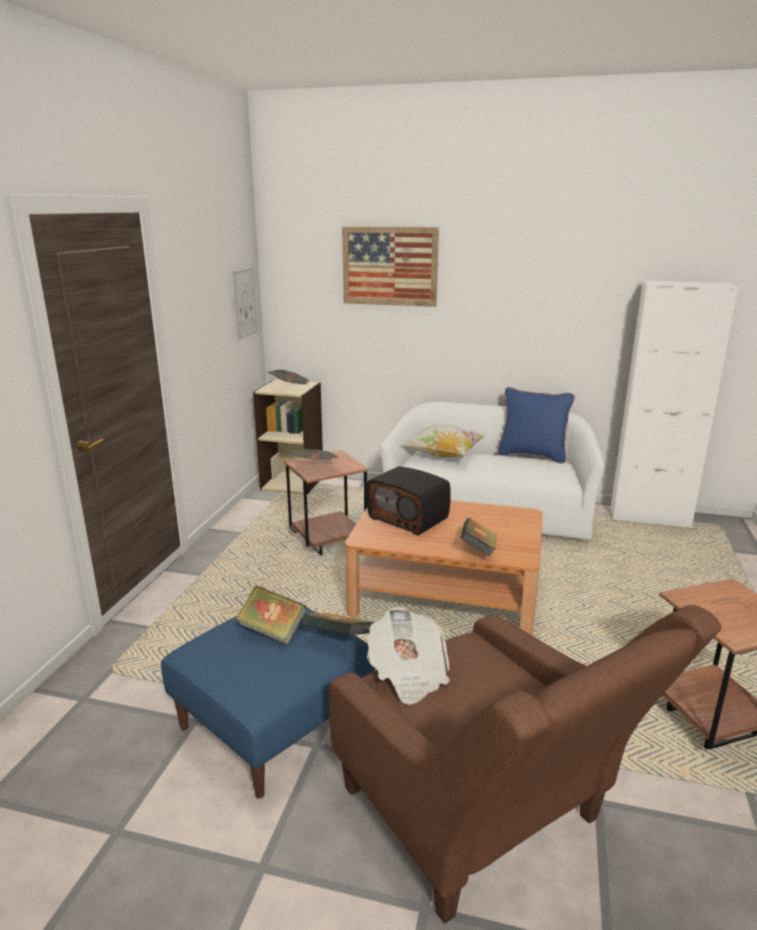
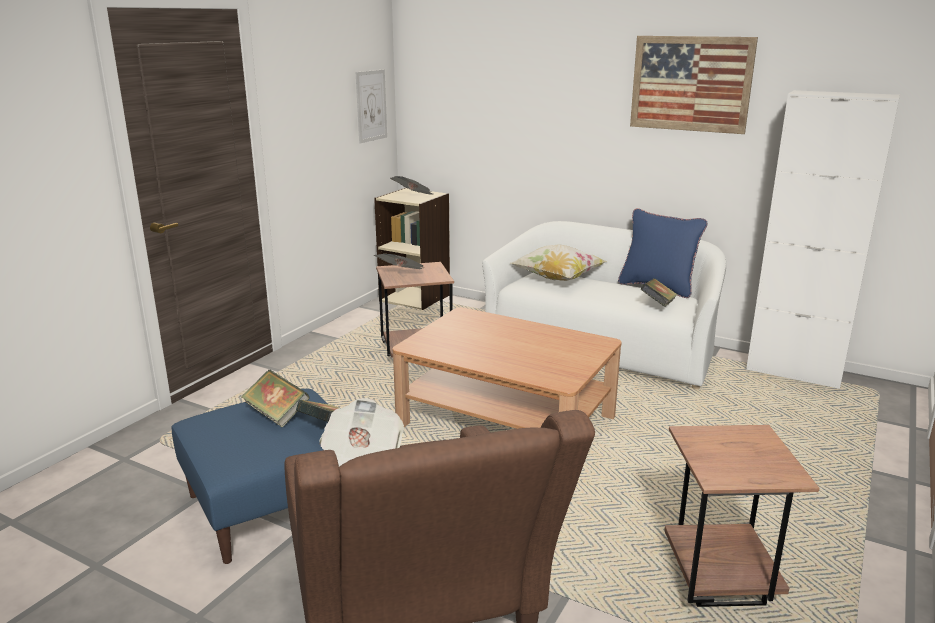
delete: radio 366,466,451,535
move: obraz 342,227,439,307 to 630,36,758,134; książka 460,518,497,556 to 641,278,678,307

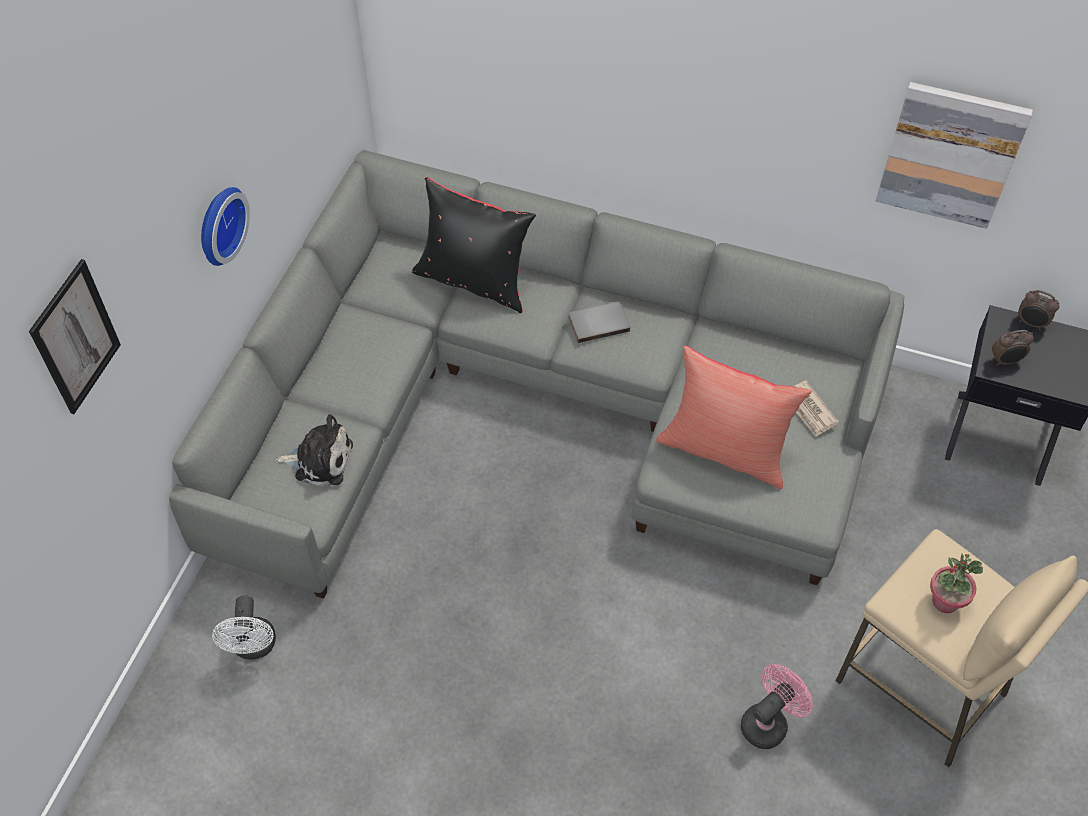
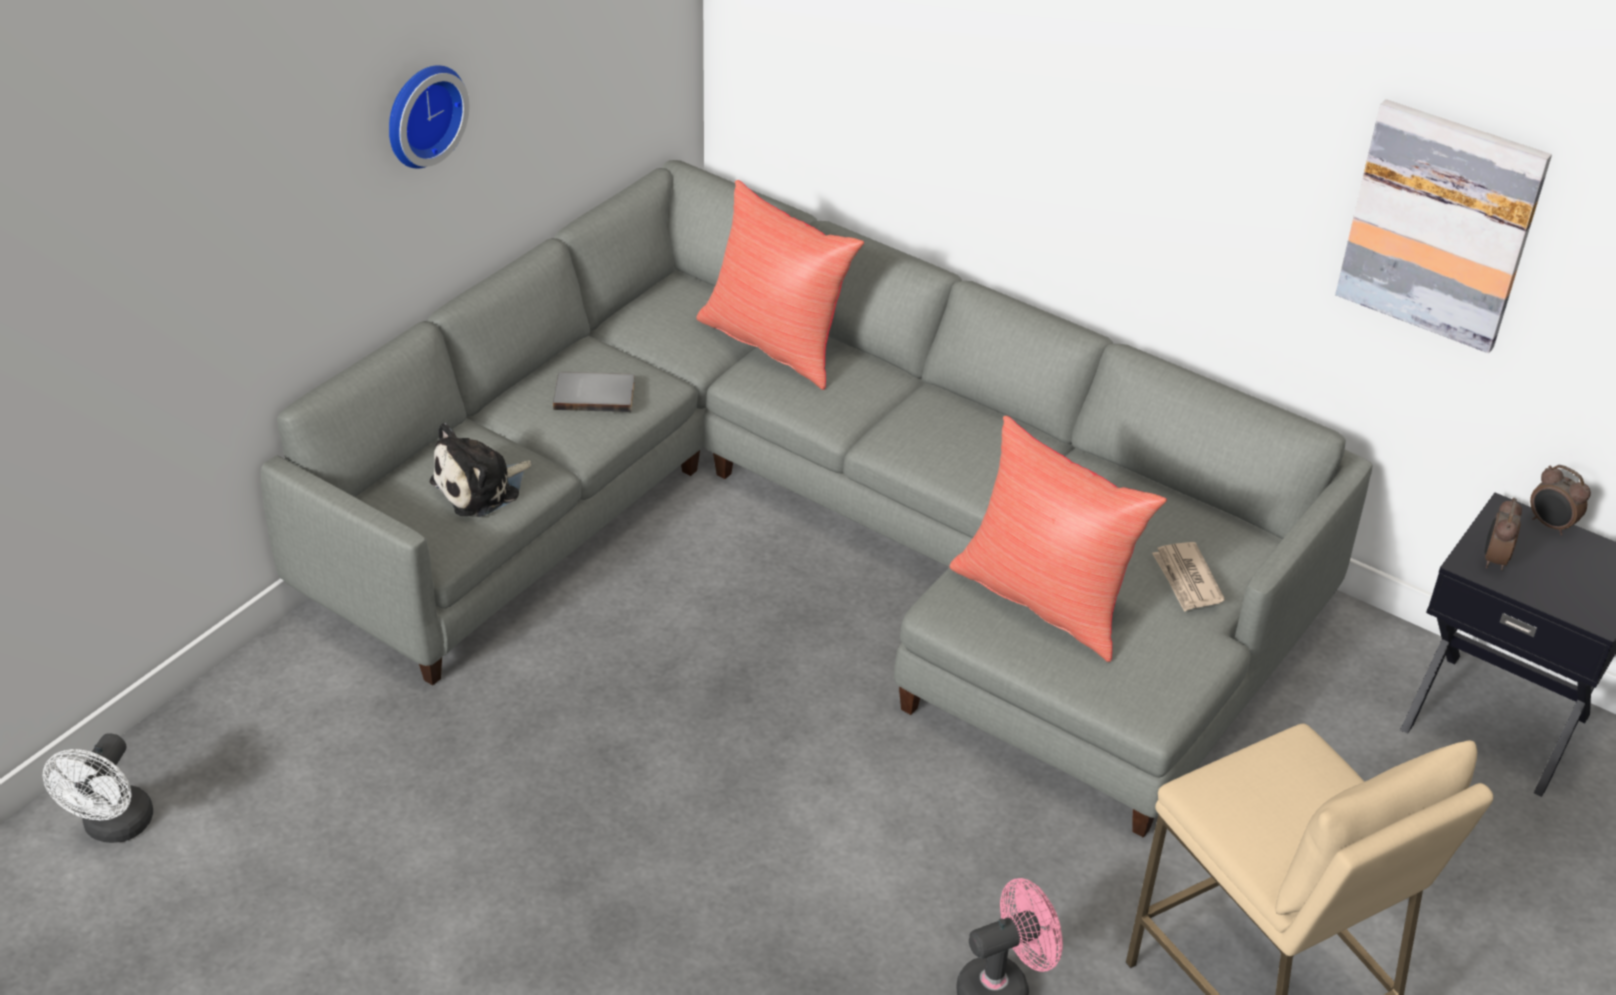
delete: obraz 29,259,121,414; roślina doniczkowa 930,554,983,613
move: wentylator (biały) 212,595,276,660 to 43,733,153,843; książka (szary) 568,301,630,343 to 553,372,635,412
recolor: poduszka (czarny) 412,177,536,313 to poduszka (czerwony) 696,180,864,390
rotate: pluszak 276,414,353,486 = 430,423,532,517 120 degrees clockwise; budzik 992,330,1034,366 = 1485,498,1522,570 105 degrees clockwise

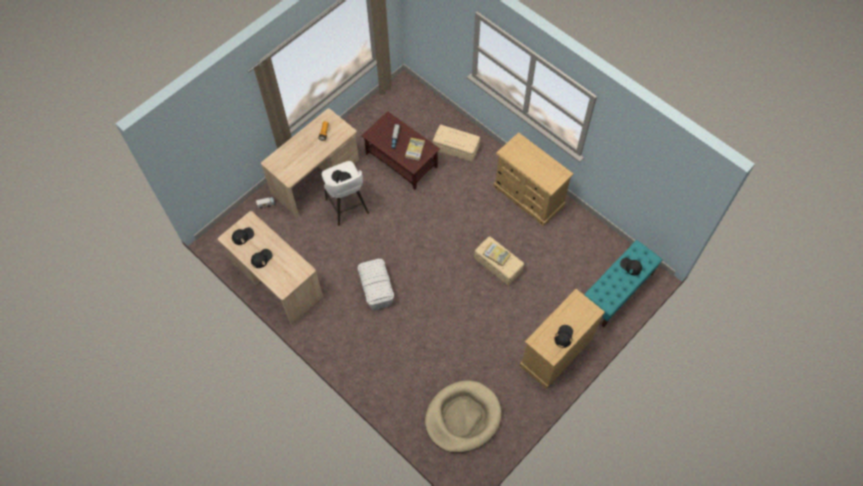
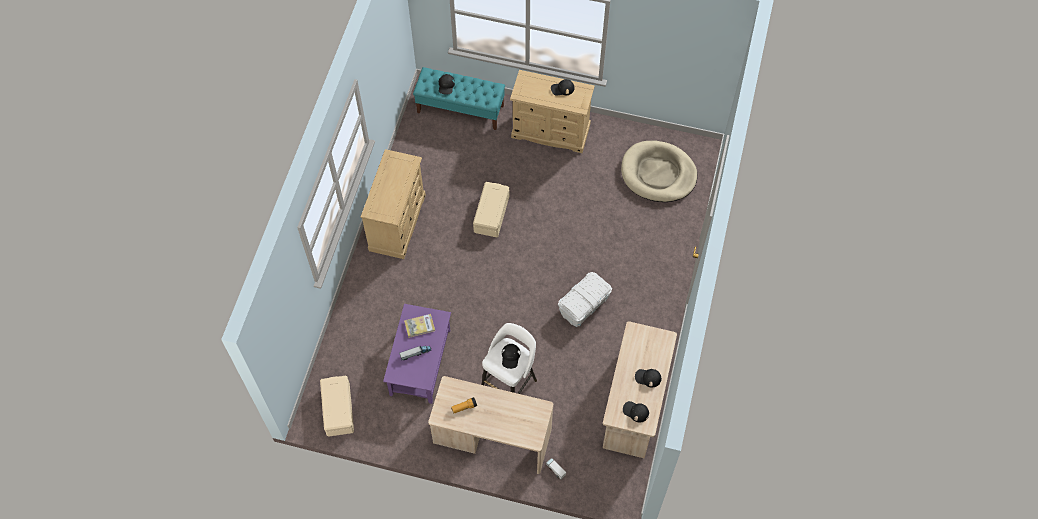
delete: książka 483,242,511,267
move: pojemnik do przechowywania (beżowy) 433,125,480,162 to 320,376,354,437
recolor: ława (brązowy) 361,111,440,190 to ława (fioletowy) 383,304,451,404

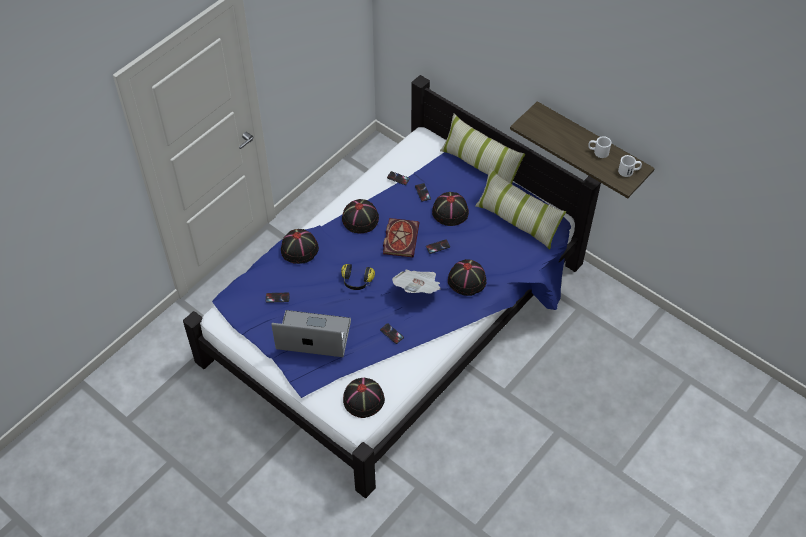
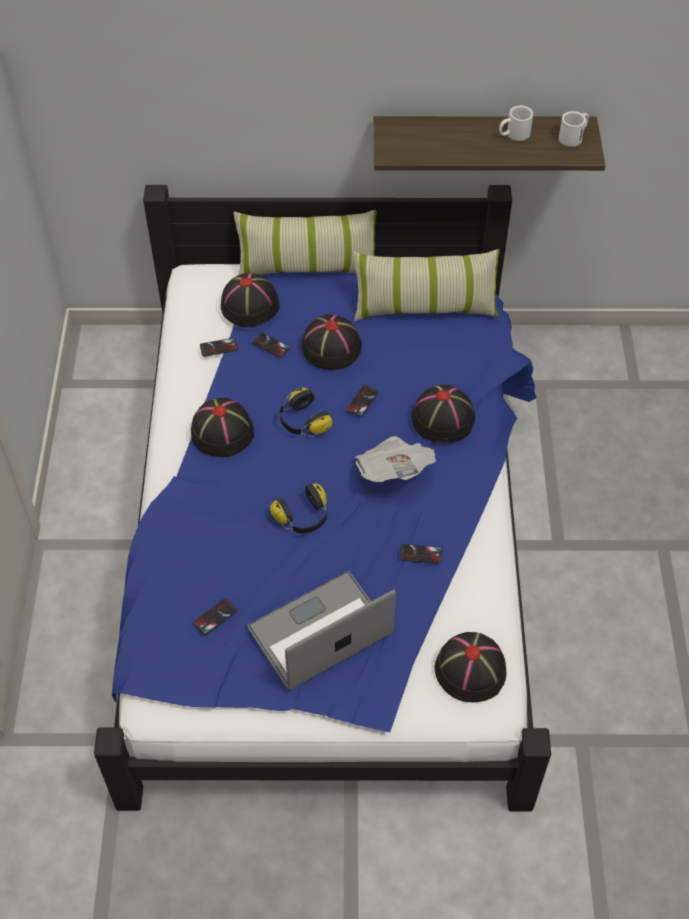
move: kapelusz (czarny) 281,229,319,264 to 221,273,280,327
replace: książka 383,218,420,257 to słuchawki 280,387,332,437

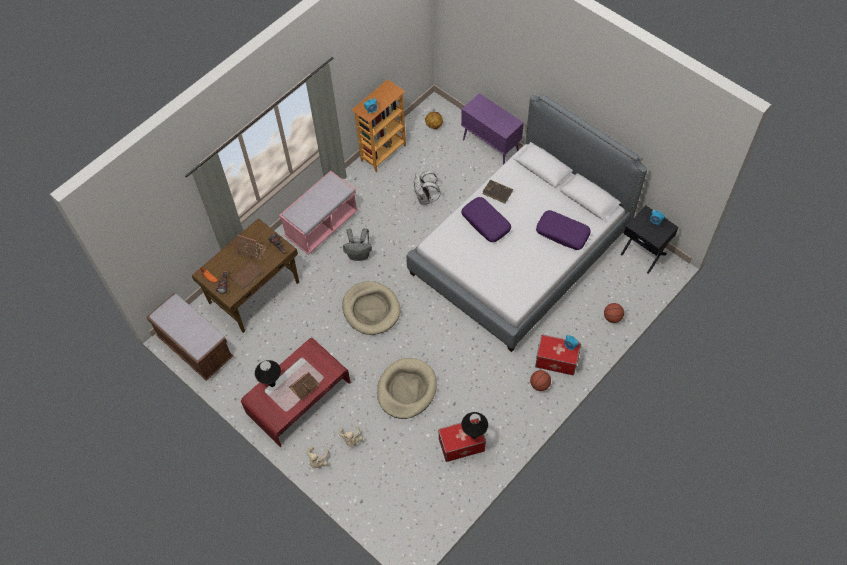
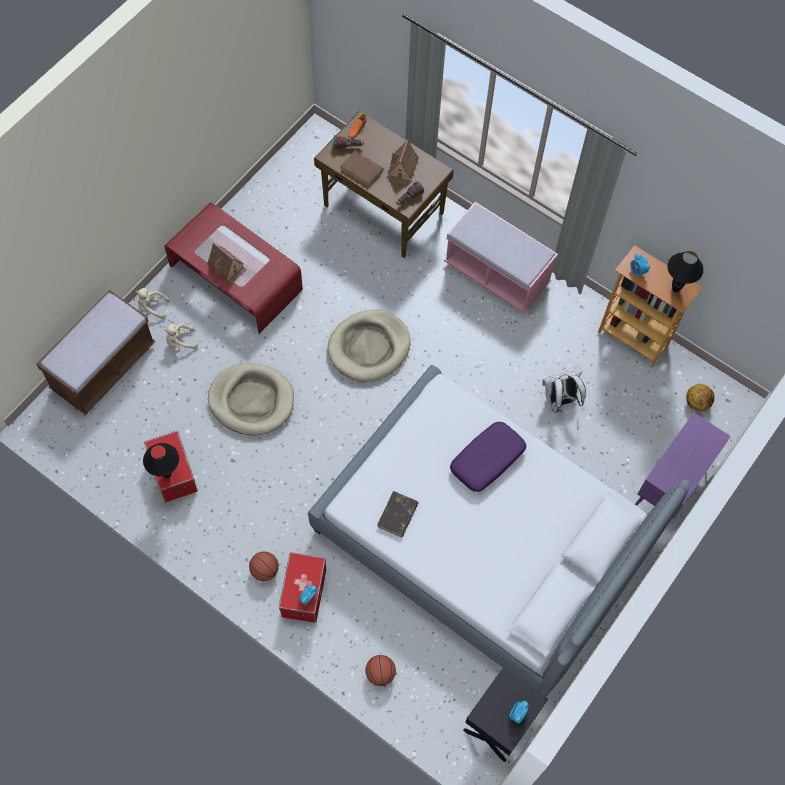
delete: plecak (szary) 343,229,372,261; poduszka (fioletowy) 536,210,591,250
move: ławka (brązowy) 146,293,233,381 to 36,290,155,415; książka (brązowy) 483,180,513,204 to 377,491,419,537; lampa stołowa (czarny) 255,360,281,387 to 667,251,704,292

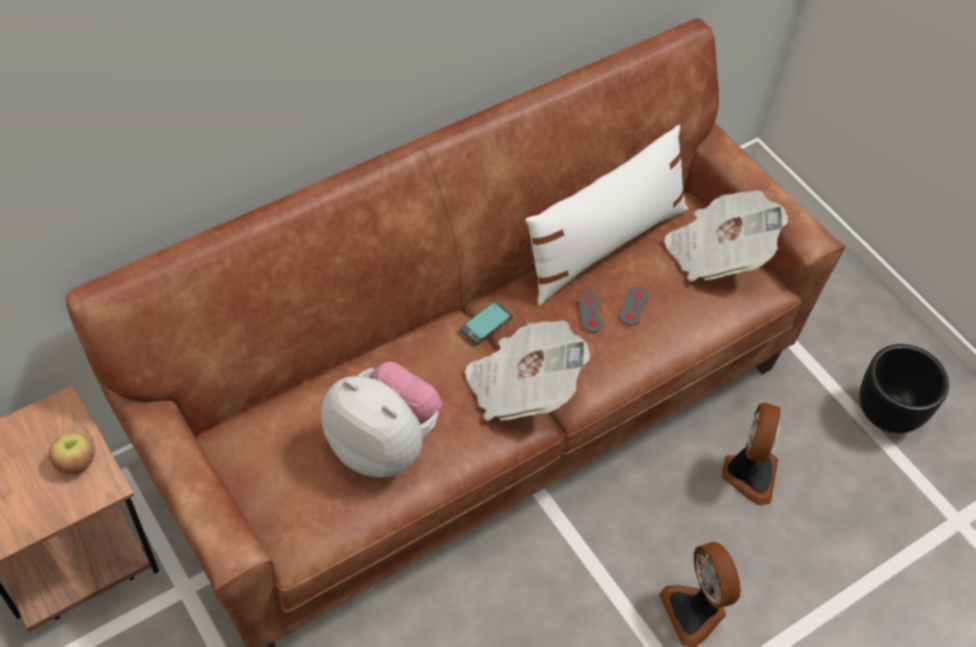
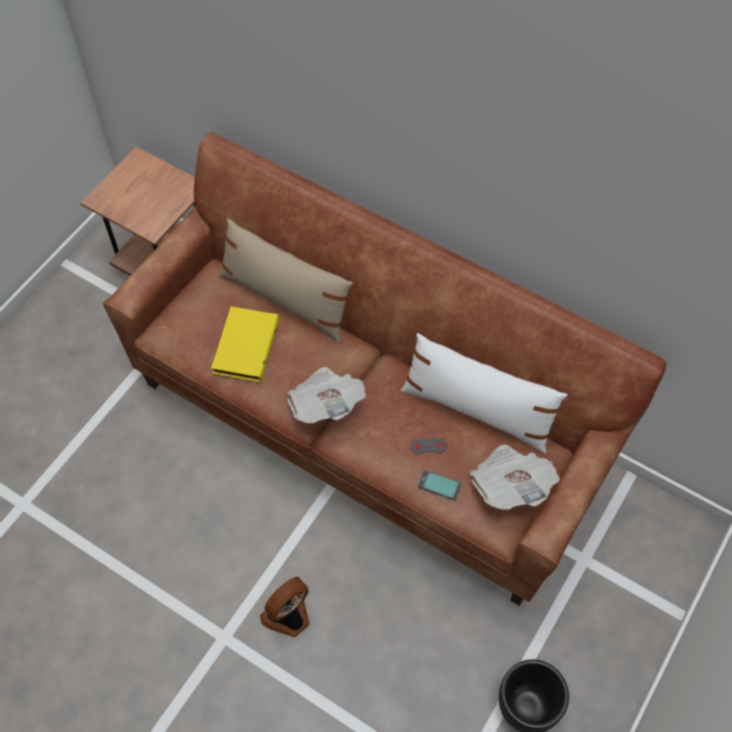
delete: jabłko 49,432,94,475; pad do gier (szary) 579,292,603,332; wentylator 722,403,780,506
insert: poduszka (beżowy) 218,218,353,342
move: telefon 460,301,513,344 to 418,470,462,500
replace: pluszak 321,362,442,478 to książka (żółty) 211,306,279,383

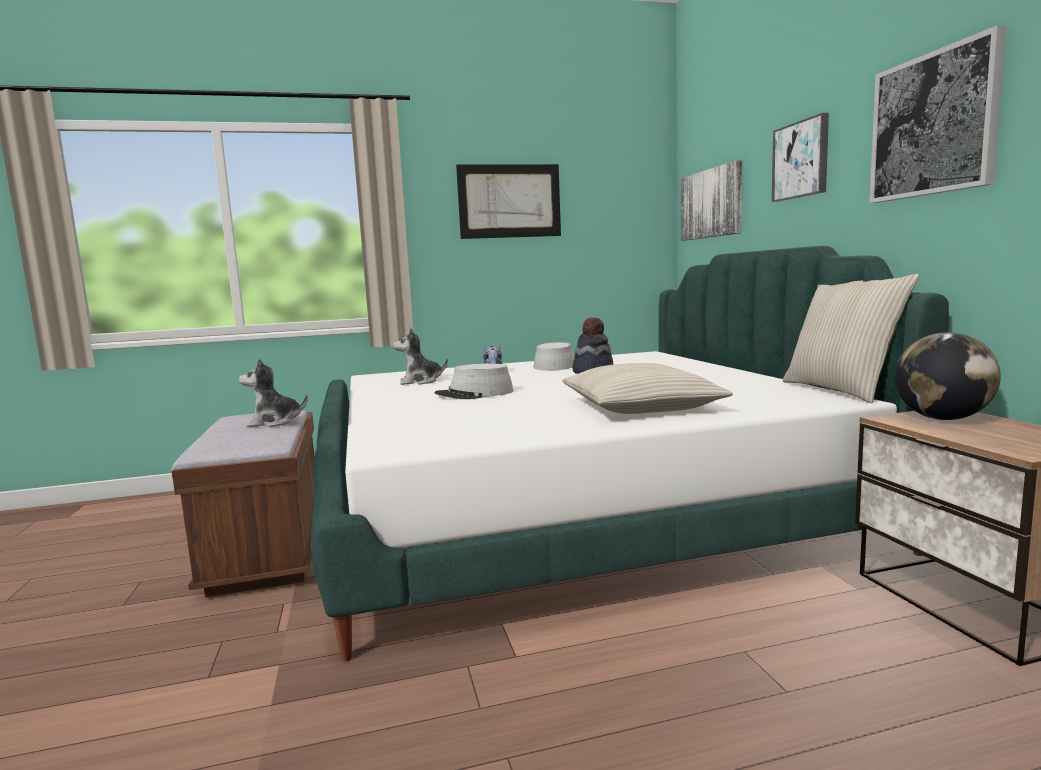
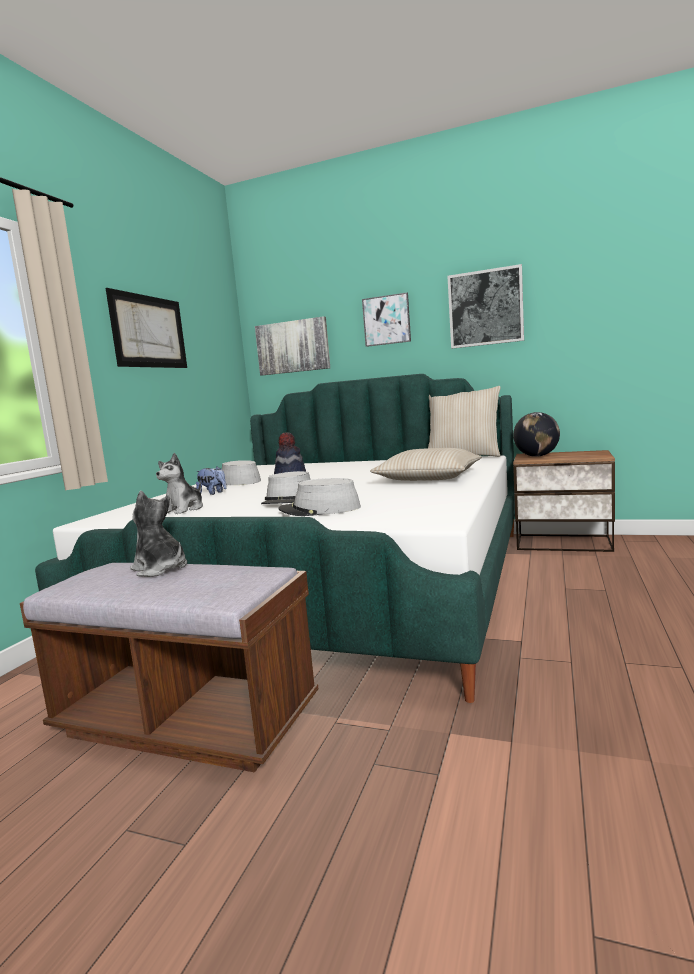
insert: kapelusz (szary) 279,478,361,516
rotate: pluszak 239,358,308,427 = 130,491,187,577 105 degrees clockwise

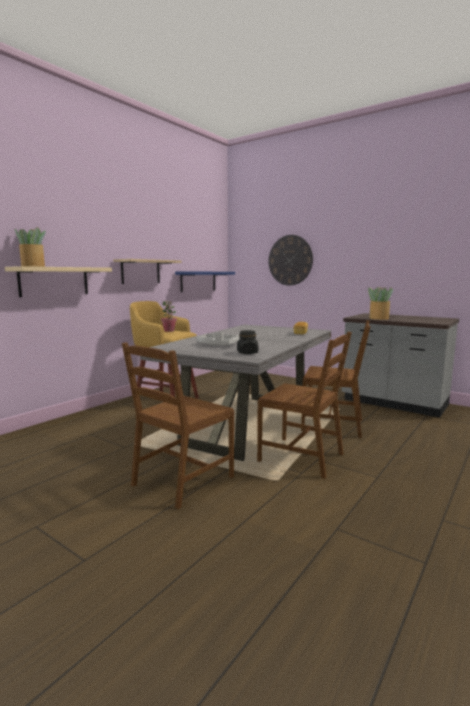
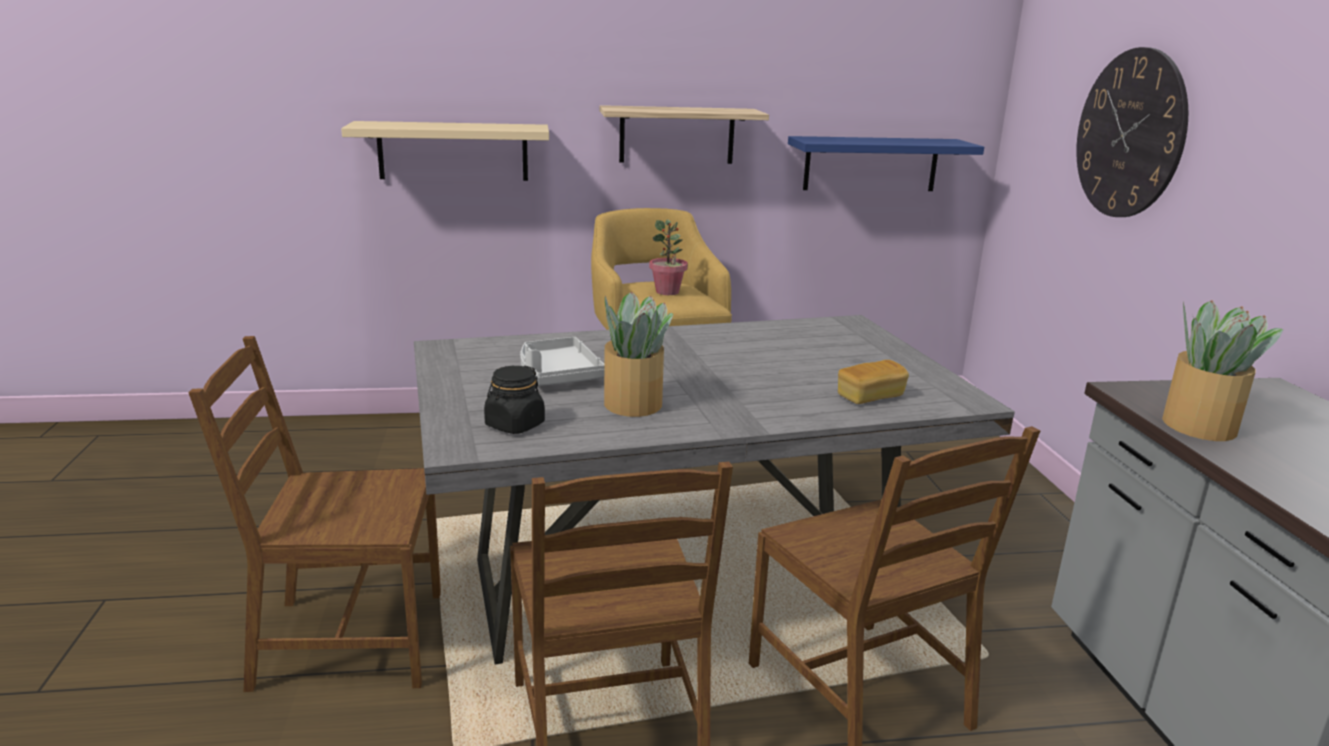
move: roślina doniczkowa 14,227,46,267 to 604,292,673,417

